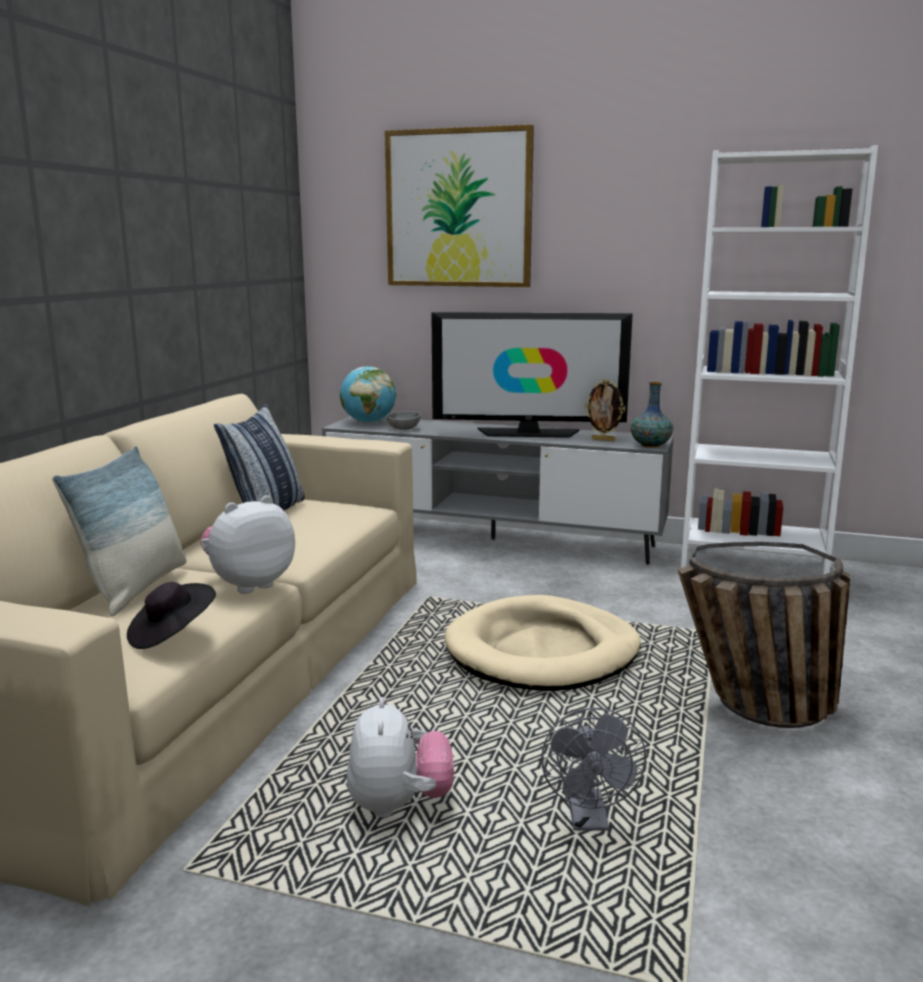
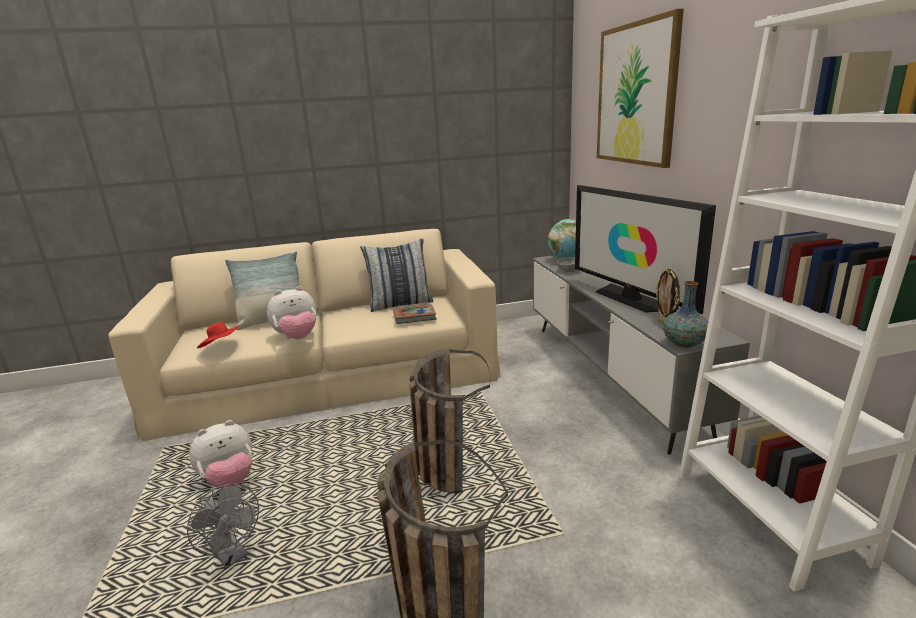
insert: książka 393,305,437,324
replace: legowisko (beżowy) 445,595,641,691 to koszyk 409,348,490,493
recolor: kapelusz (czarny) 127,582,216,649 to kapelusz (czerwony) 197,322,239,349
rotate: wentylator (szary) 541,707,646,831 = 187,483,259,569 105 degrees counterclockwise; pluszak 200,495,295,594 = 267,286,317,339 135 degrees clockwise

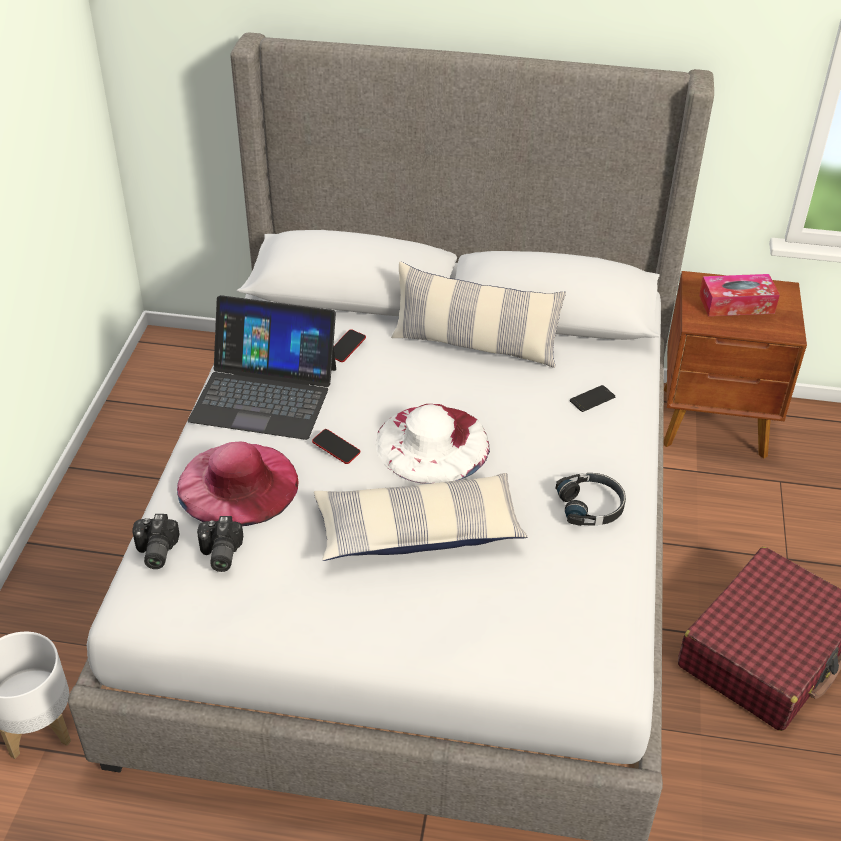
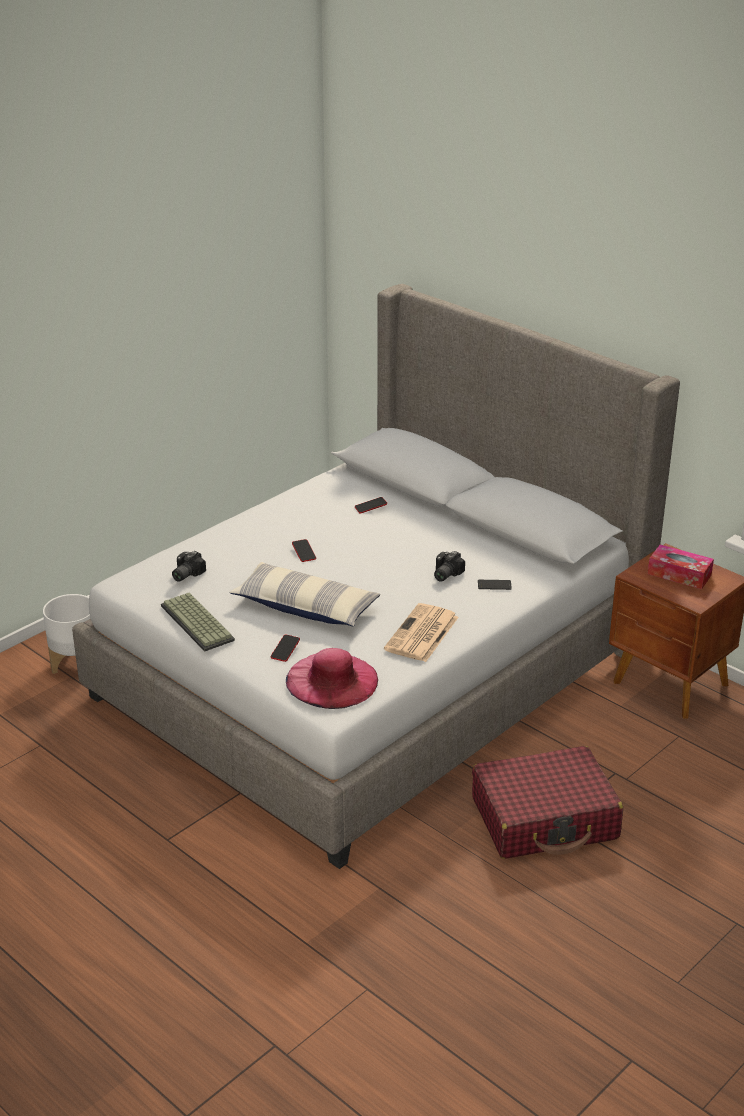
delete: laptop 188,295,336,440; kapelusz (biały) 375,404,490,484; poduszka 391,262,566,368
insert: klawiatura 161,593,235,652; telefon 271,635,300,662
move: kapelusz (różowy) 177,442,299,526 to 286,648,378,709; aparat fotograficzny 132,514,180,569 to 434,551,465,581
replace: słuchawki (czarny) 556,473,626,526 to gazeta 384,603,459,662

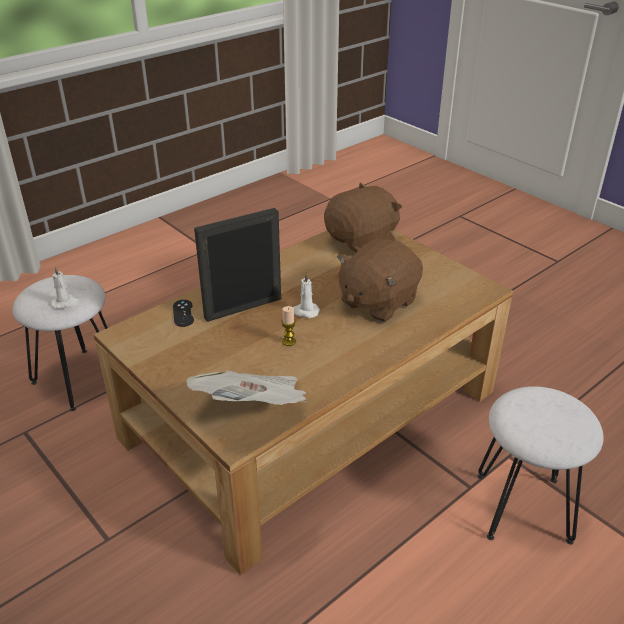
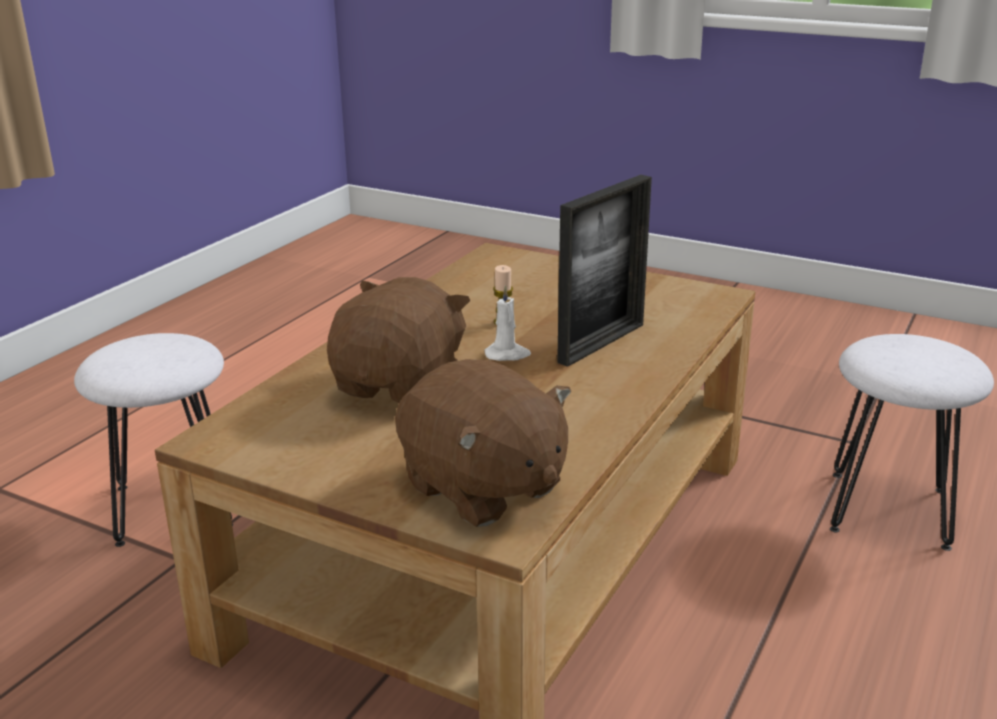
delete: świeca (biały) 51,266,80,309; pad do gier (czarny) 173,300,194,327; gazeta 186,371,307,405
rotate: pluszak (brązowy) 324,183,402,252 = 395,359,571,527 75 degrees counterclockwise

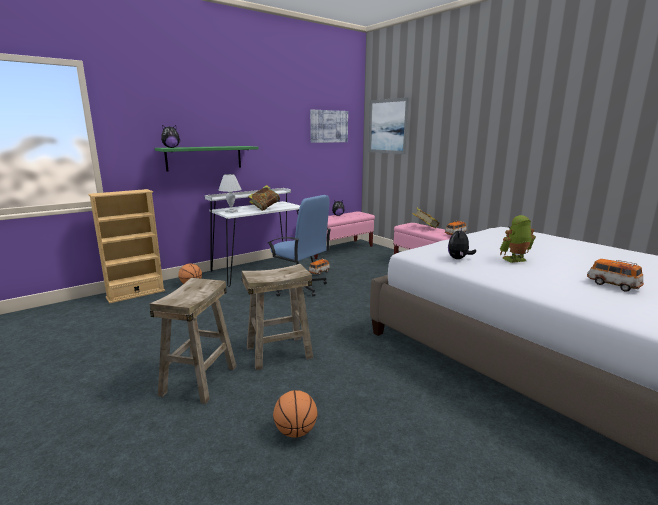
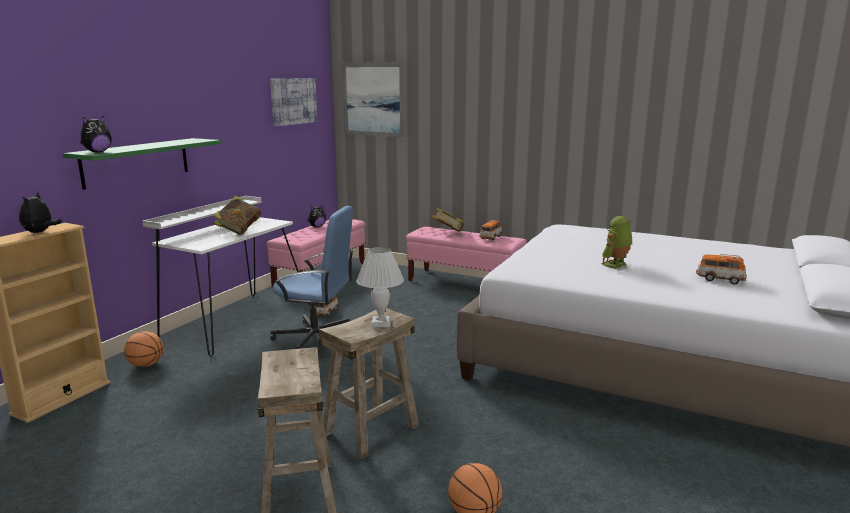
move: pluszak 448,228,476,259 to 19,192,62,233; lampa stołowa (biały) 219,174,242,213 to 357,247,404,327

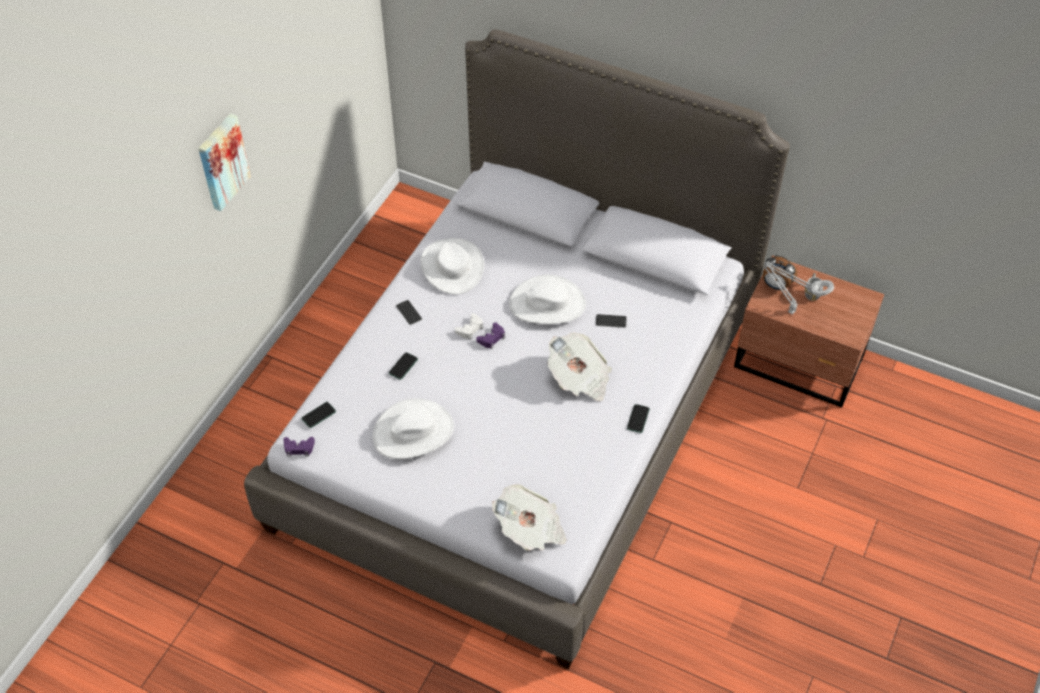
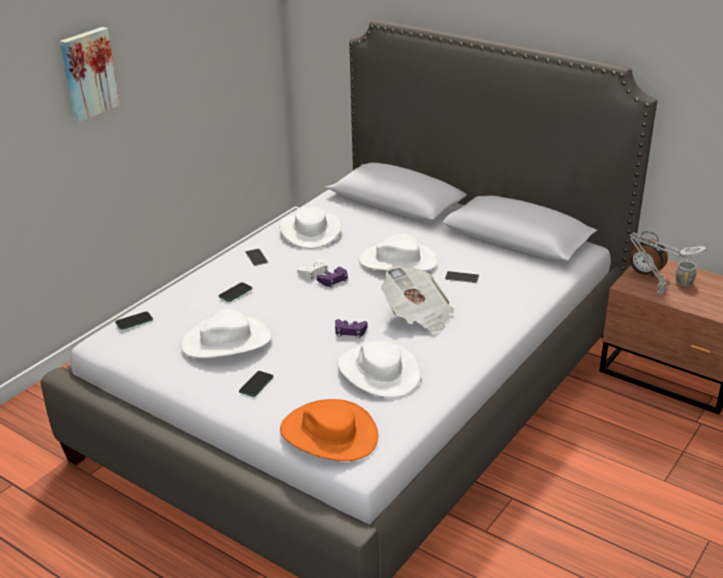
insert: kapelusz (biały) 337,341,421,398
move: telefon 627,404,650,433 to 239,371,273,397; pad do gier (fioletowy) 283,437,315,457 to 335,319,368,338
replace: gazeta 492,484,567,551 to kapelusz (pomarańczowy) 280,399,378,461

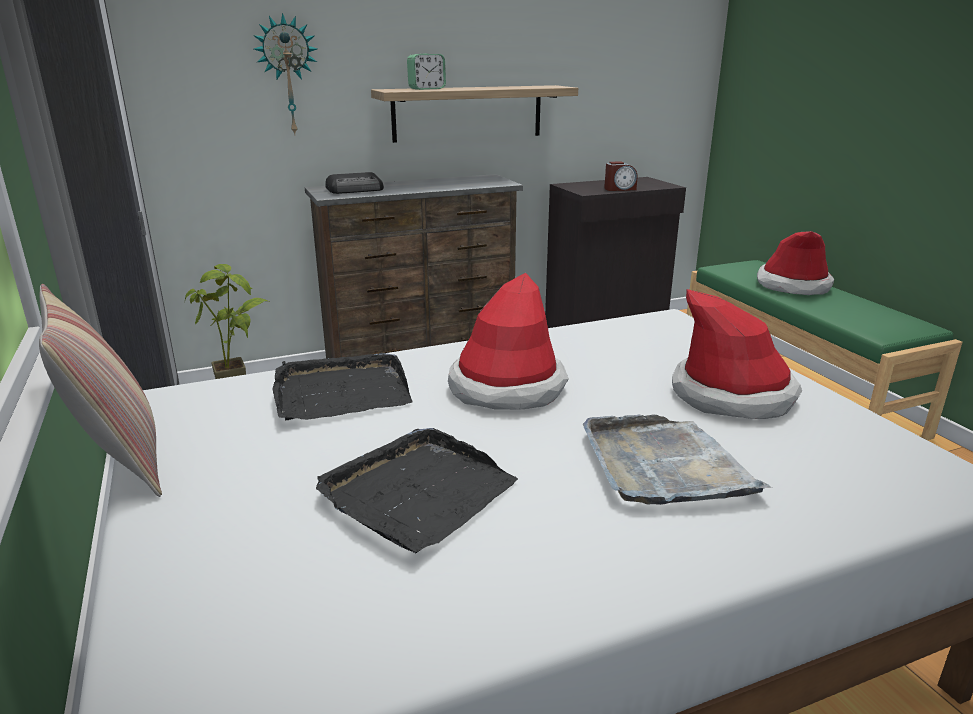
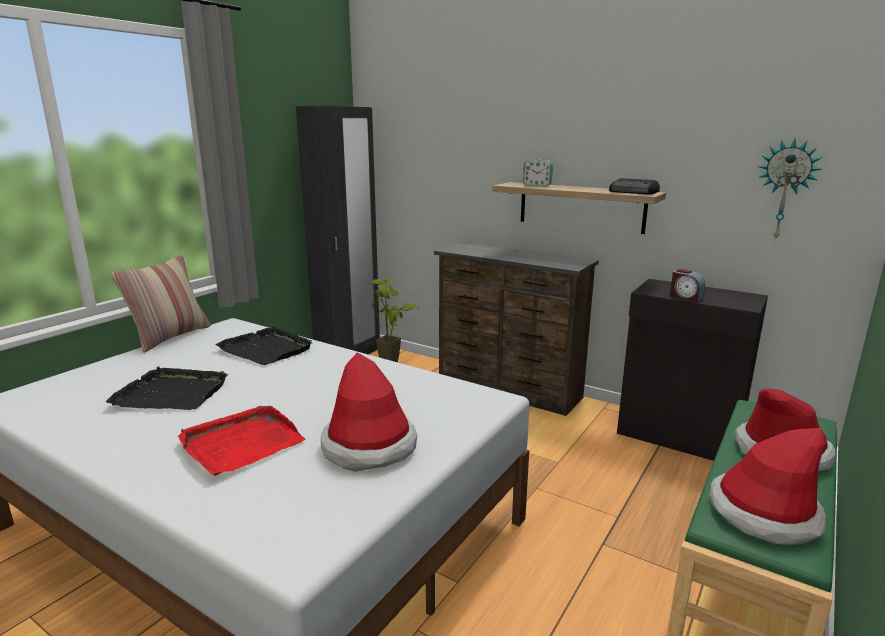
move: radio 325,172,384,194 to 609,178,660,194; kapelusz 448,273,569,410 to 709,428,826,545; zegar ścienny 253,13,318,134 to 758,139,822,241
recolor: taca (szary) 583,414,772,505 to taca (czerwony) 178,406,306,476

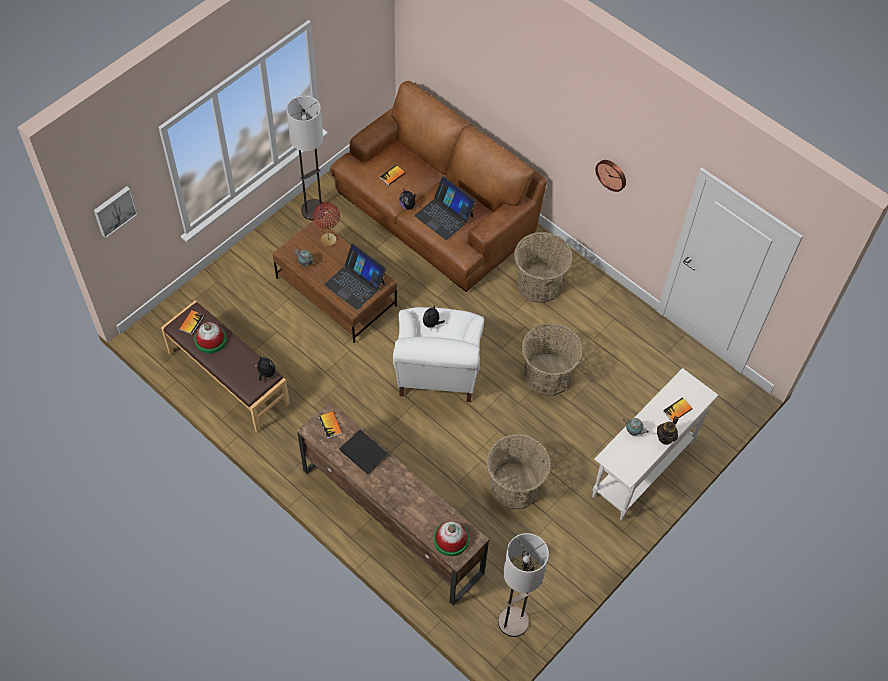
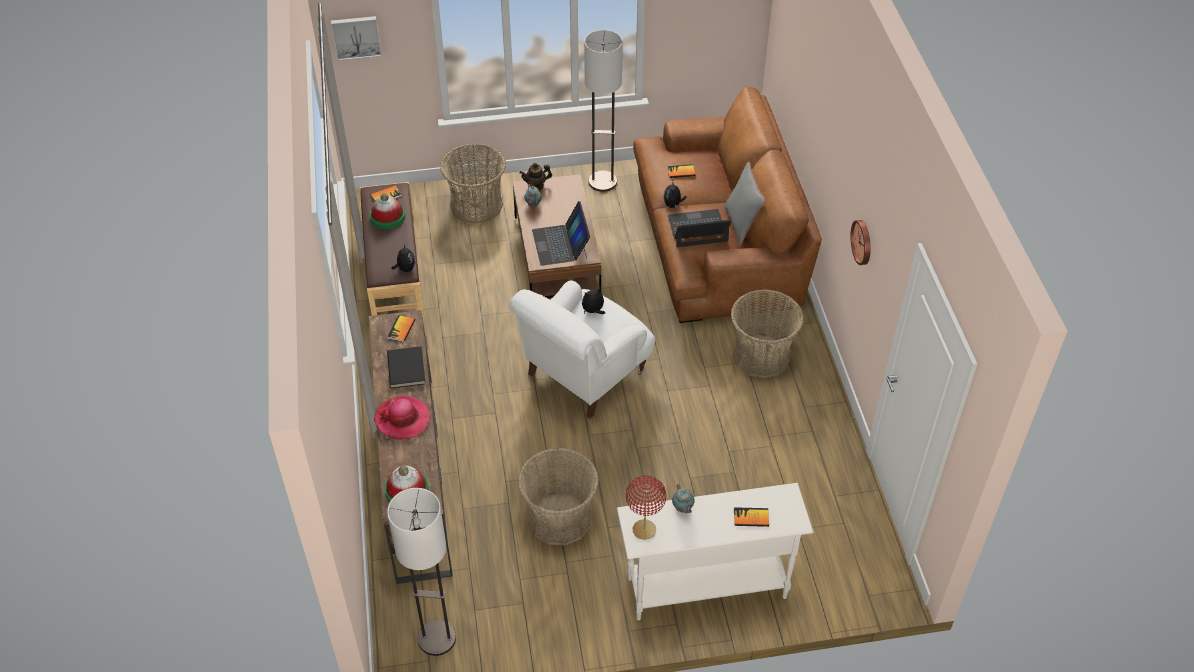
insert: kapelusz 374,396,430,439; poduszka (szary) 724,162,765,246
move: koszyk 522,323,583,396 to 440,144,506,224; imbryk 657,416,679,445 to 520,163,552,190; lampa stołowa (czerwony) 313,202,340,246 to 626,475,666,540
rotate: laptop 414,176,476,240 = 668,209,731,247 90 degrees clockwise

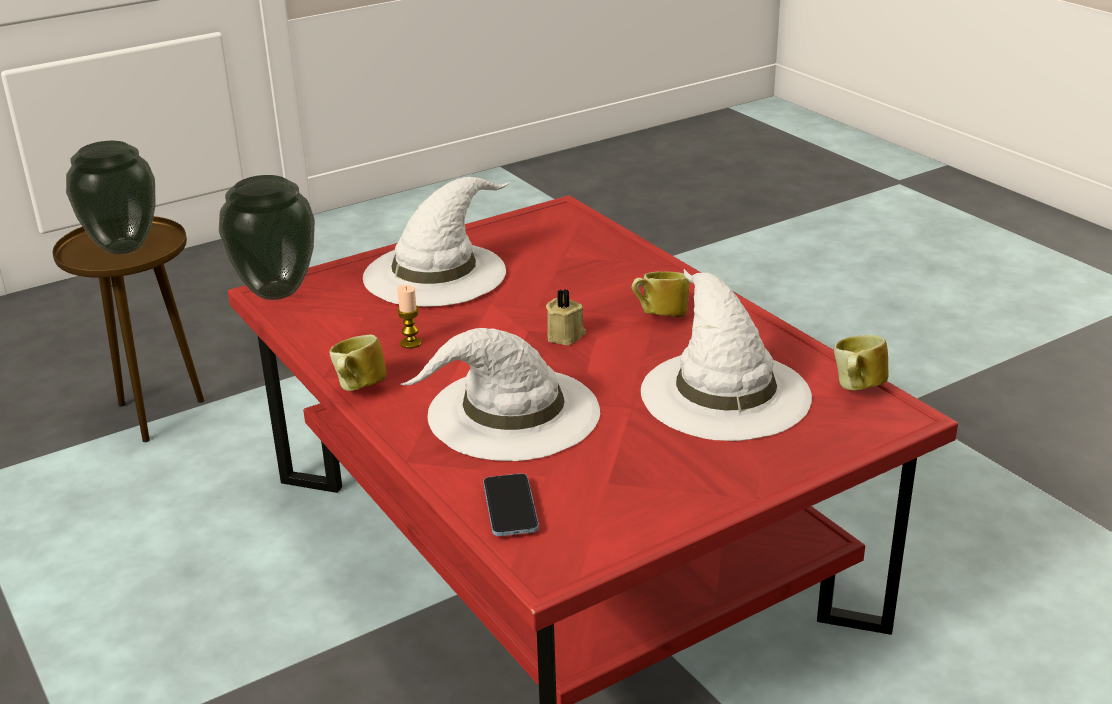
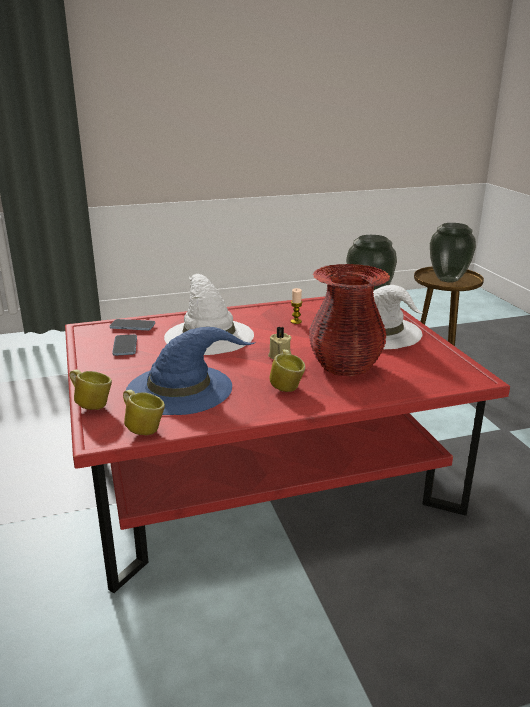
insert: telefon 112,334,137,356; wazon (czerwony) 309,264,390,376
move: kubek 329,334,386,391 to 70,370,112,410
recolor: kapelusz (biały) 641,269,812,441 to kapelusz (niebieski) 126,327,256,415

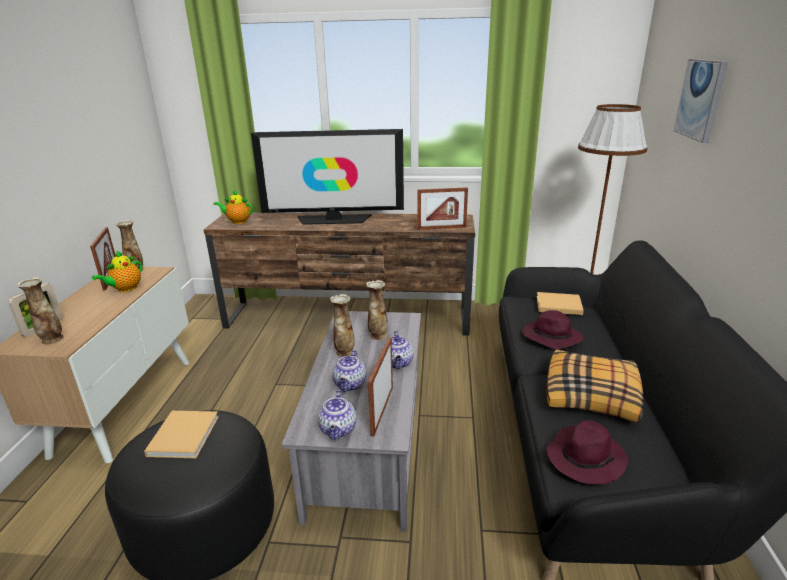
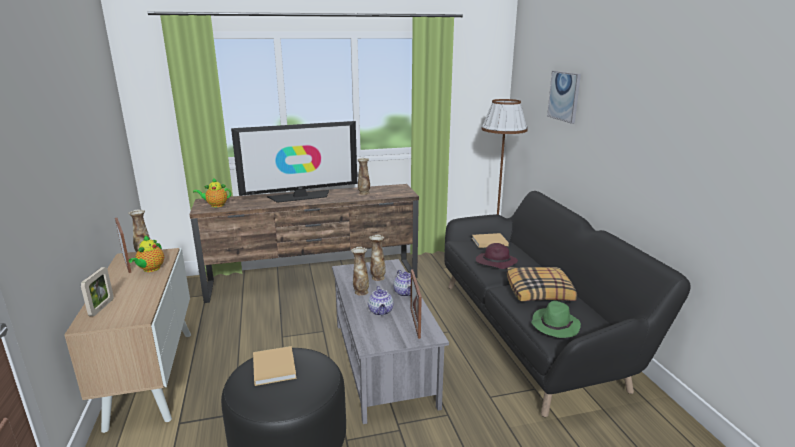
delete: imbryk 318,390,357,440; ramka na zdjęcie 417,187,468,230
move: wazon 17,277,64,344 to 357,158,370,195
recolor: kapelusz (fioletowy) 546,420,628,484 to kapelusz (zielony) 531,301,581,338

